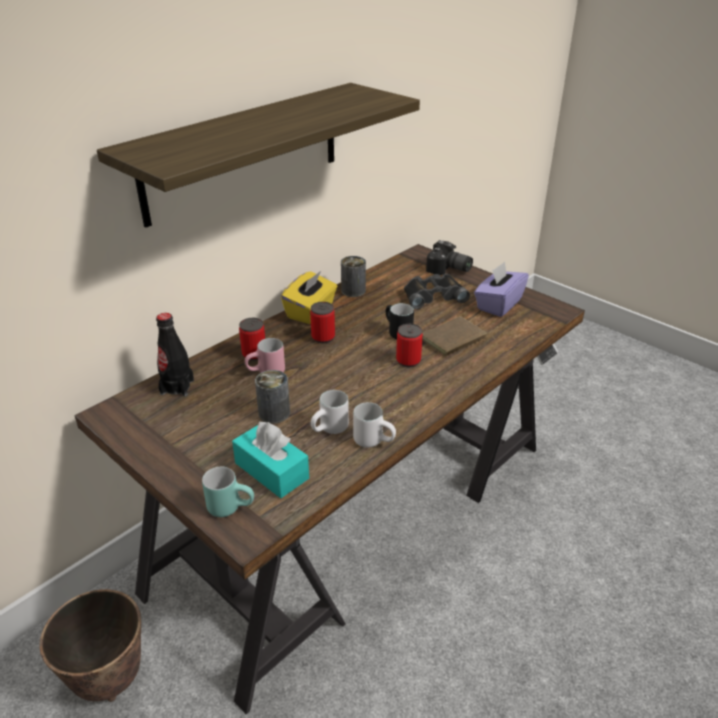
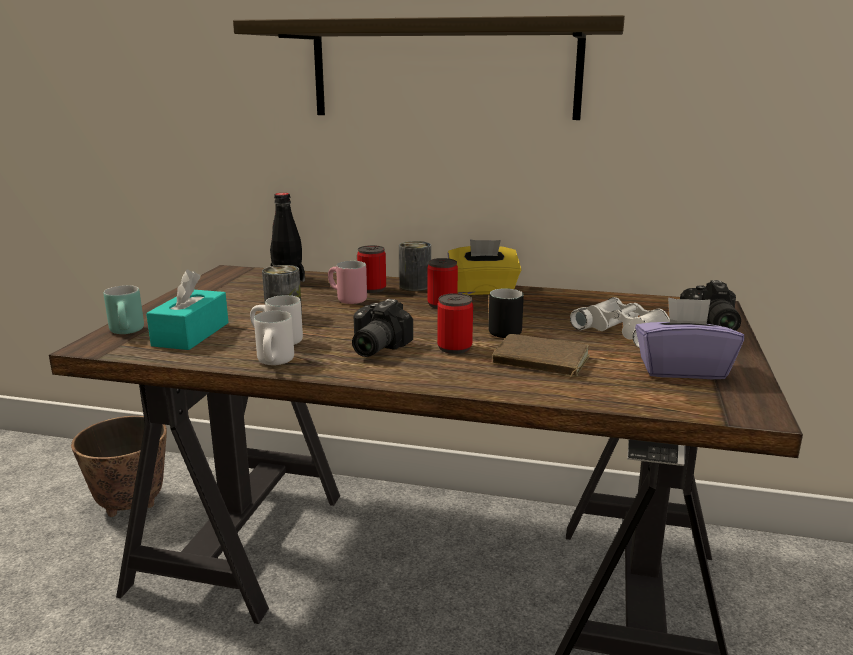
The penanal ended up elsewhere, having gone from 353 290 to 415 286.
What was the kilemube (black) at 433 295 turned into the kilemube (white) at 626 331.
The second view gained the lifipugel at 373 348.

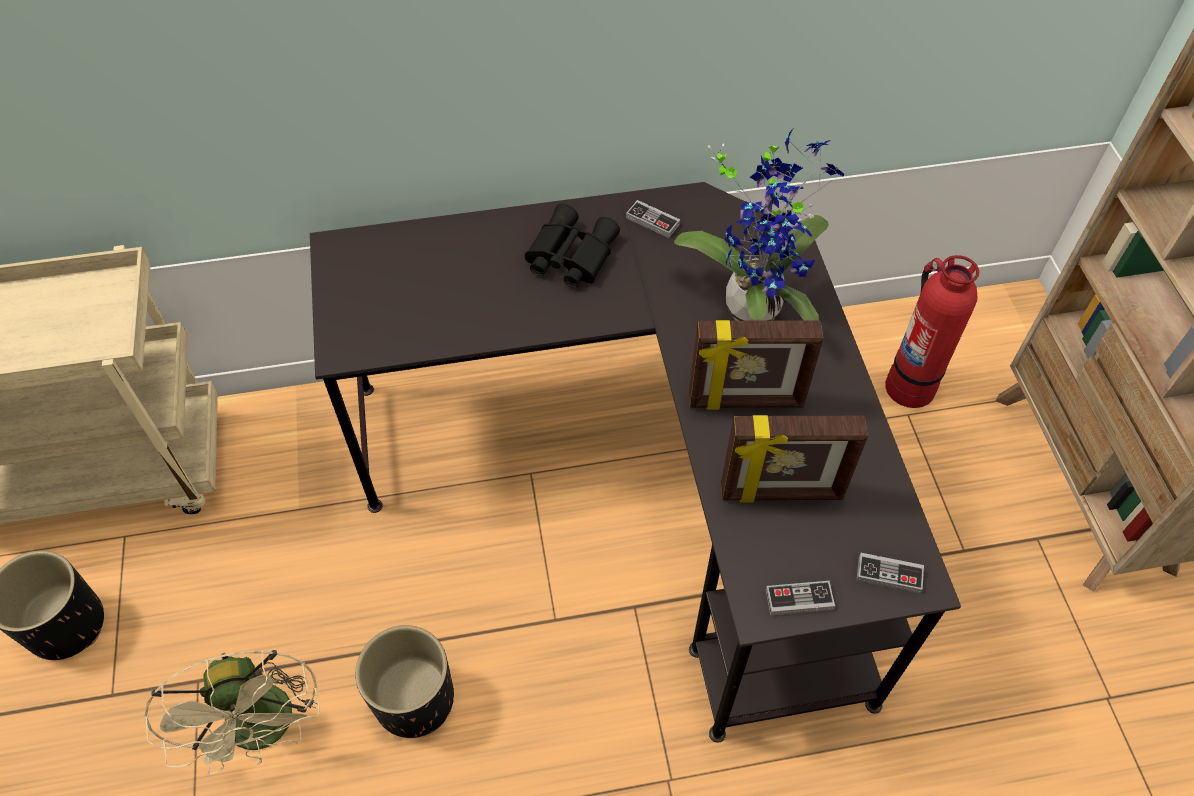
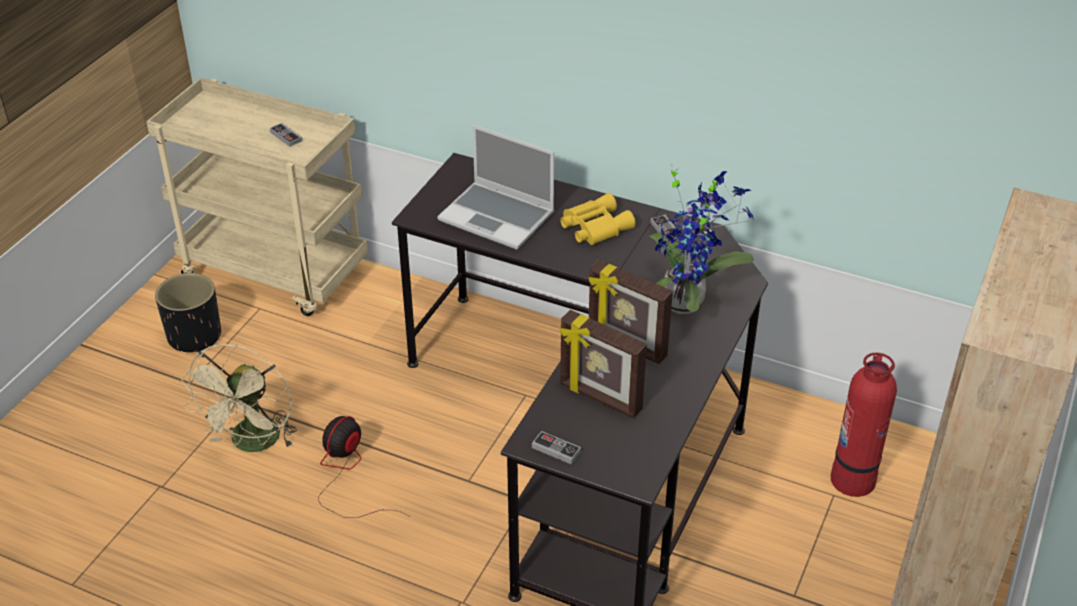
Where the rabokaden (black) stood at 414 699, the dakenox came to stand at 348 475.
What was the kilemube (black) at 569 255 turned into the kilemube (yellow) at 594 226.
The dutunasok ended up elsewhere, having gone from 889 574 to 286 136.
The second view gained the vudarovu at 498 217.

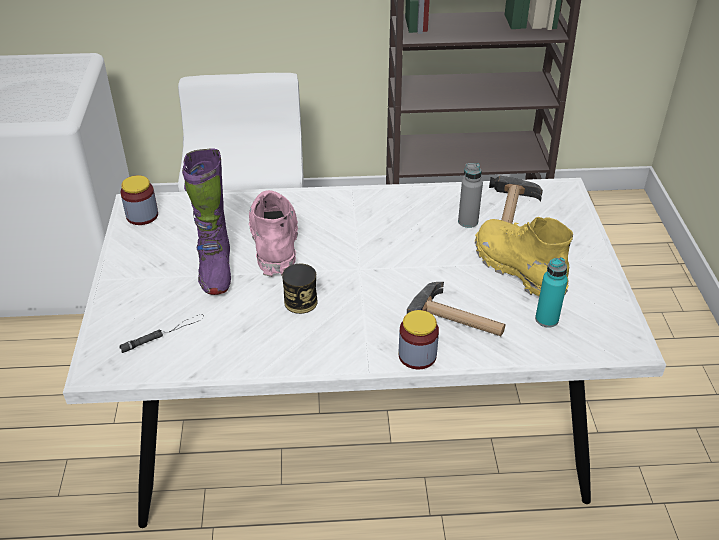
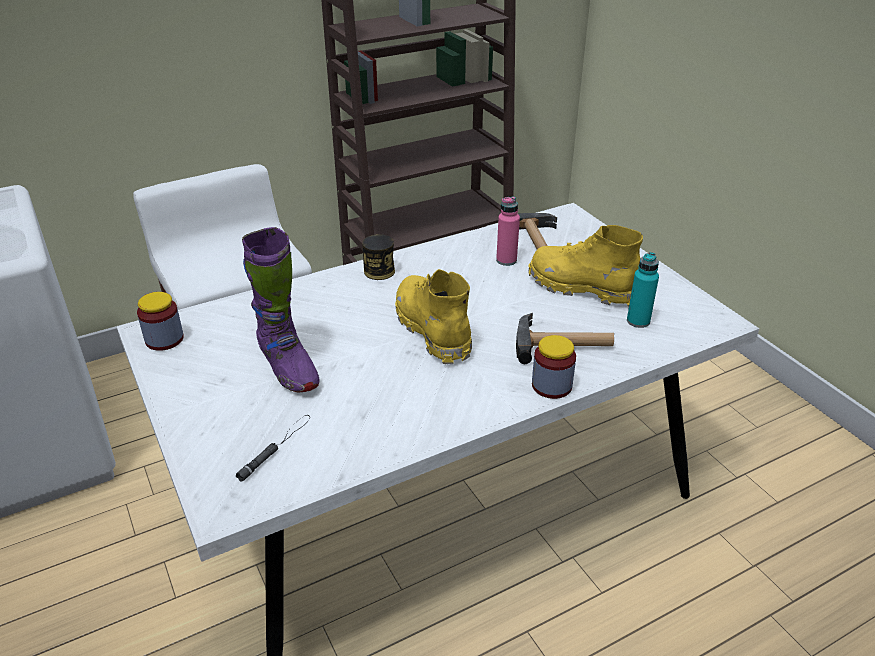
The second view lost the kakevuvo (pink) at 274 242.
The penanal ended up elsewhere, having gone from 300 302 to 379 271.
What was the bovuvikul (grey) at 468 221 turned into the bovuvikul (pink) at 506 260.
The second view gained the kakevuvo (yellow) at 433 330.

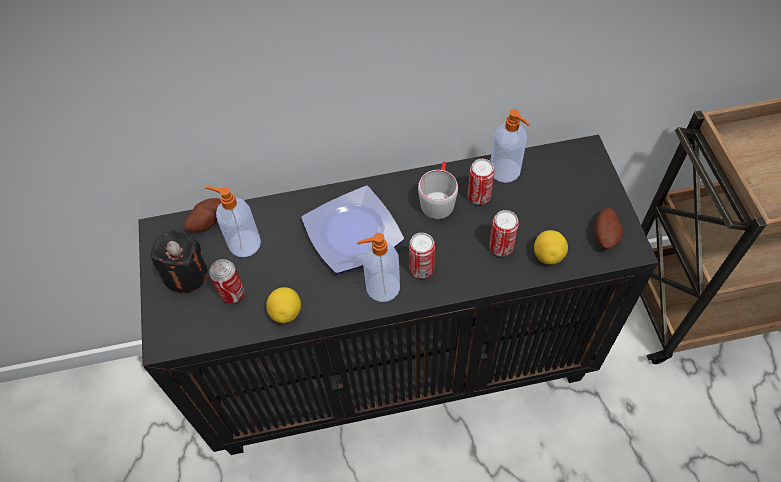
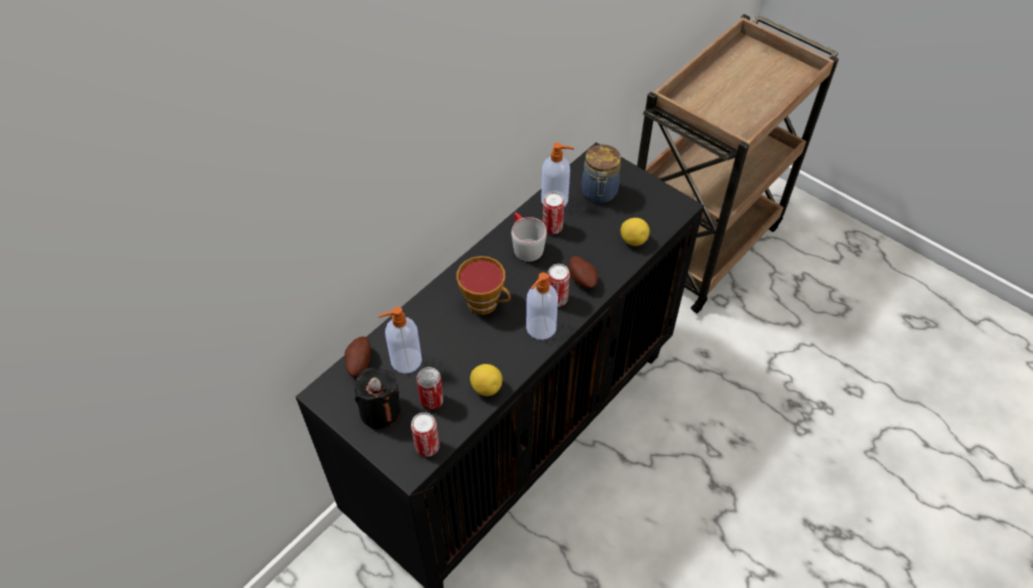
Where the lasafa stood at 355 234, the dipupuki came to stand at 486 304.
The penanal ended up elsewhere, having gone from 501 247 to 427 446.
The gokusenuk ended up elsewhere, having gone from 605 236 to 583 279.
The second view gained the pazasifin at 599 193.

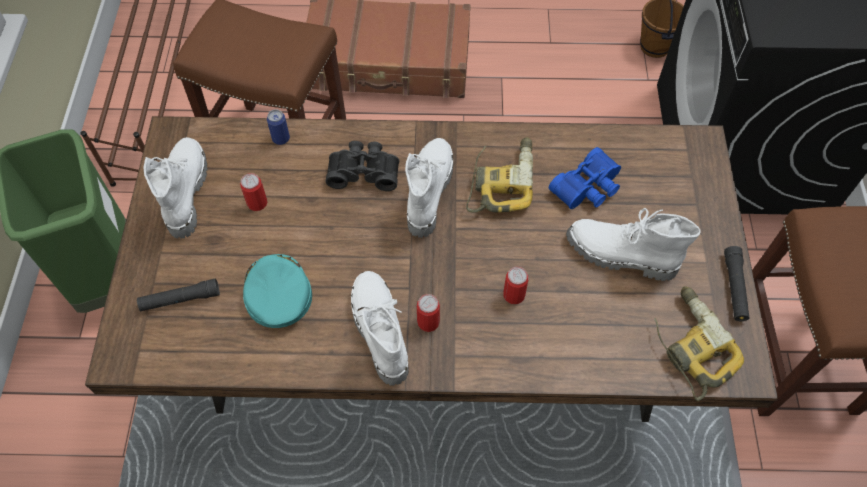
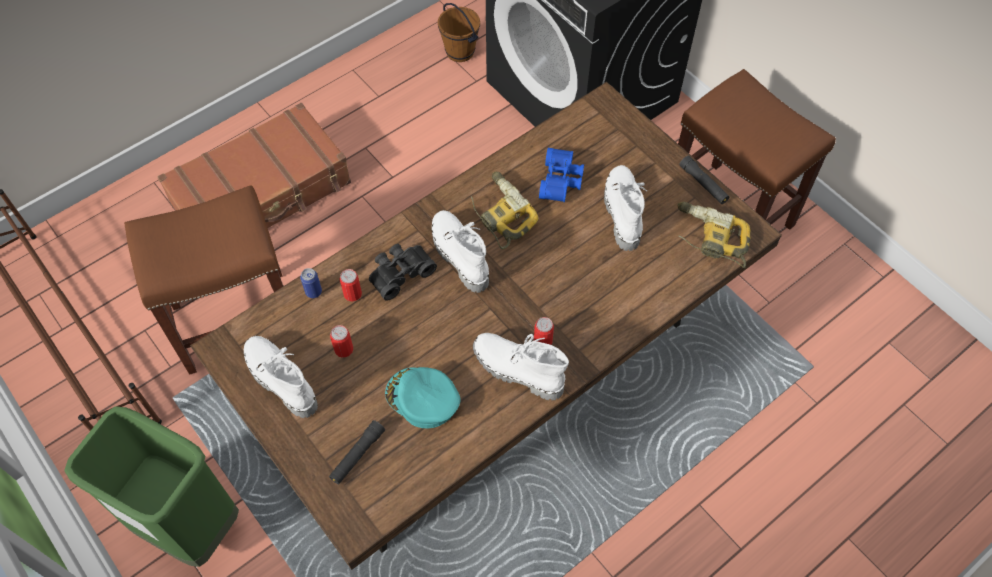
The penanal ended up elsewhere, having gone from 514 295 to 352 294.
The kakevuvo (white) at 620 256 ended up facing another way, 105 degrees clockwise from before.

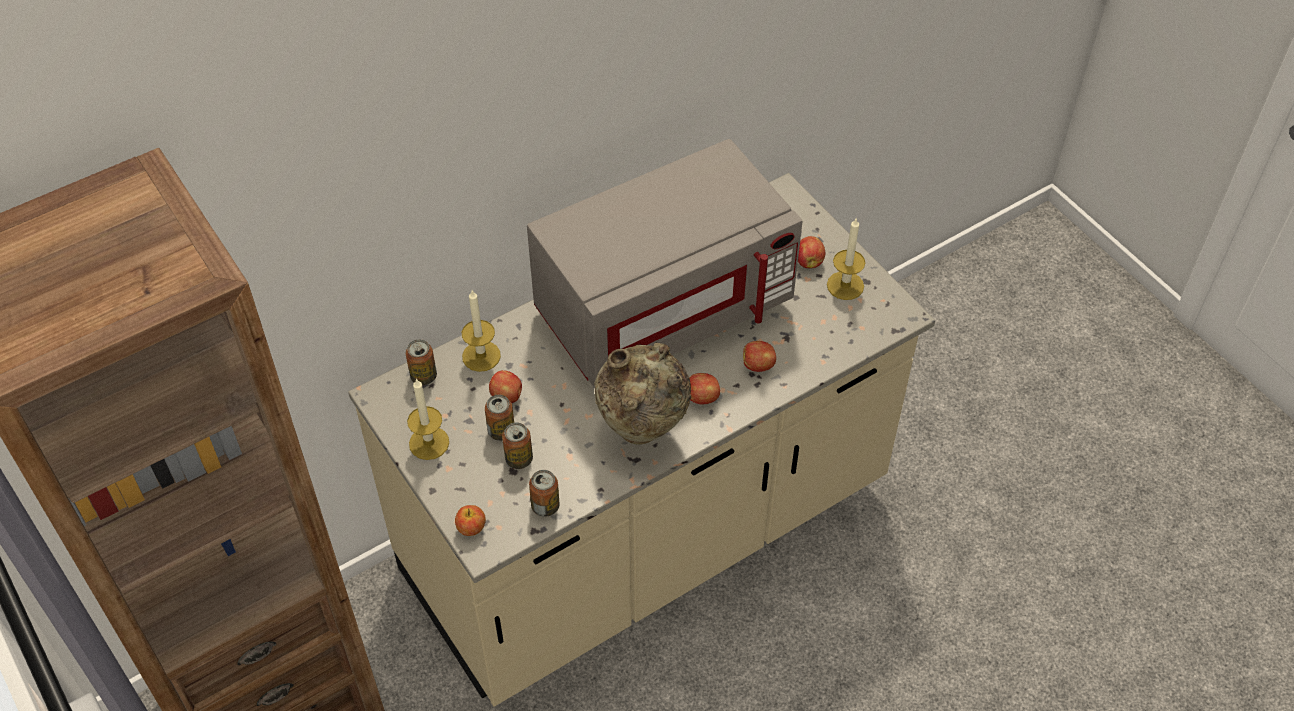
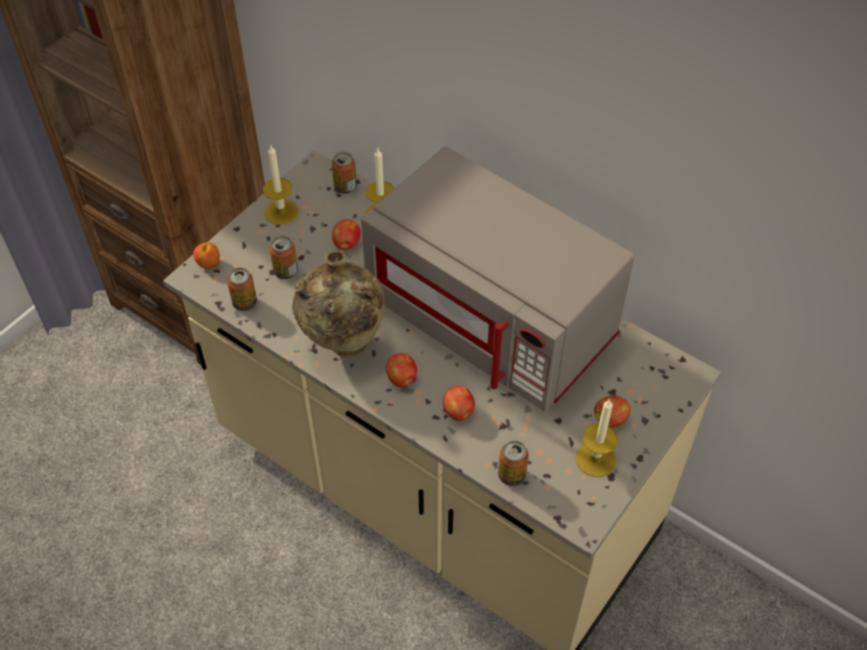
The penanal ended up elsewhere, having gone from 501 431 to 511 475.

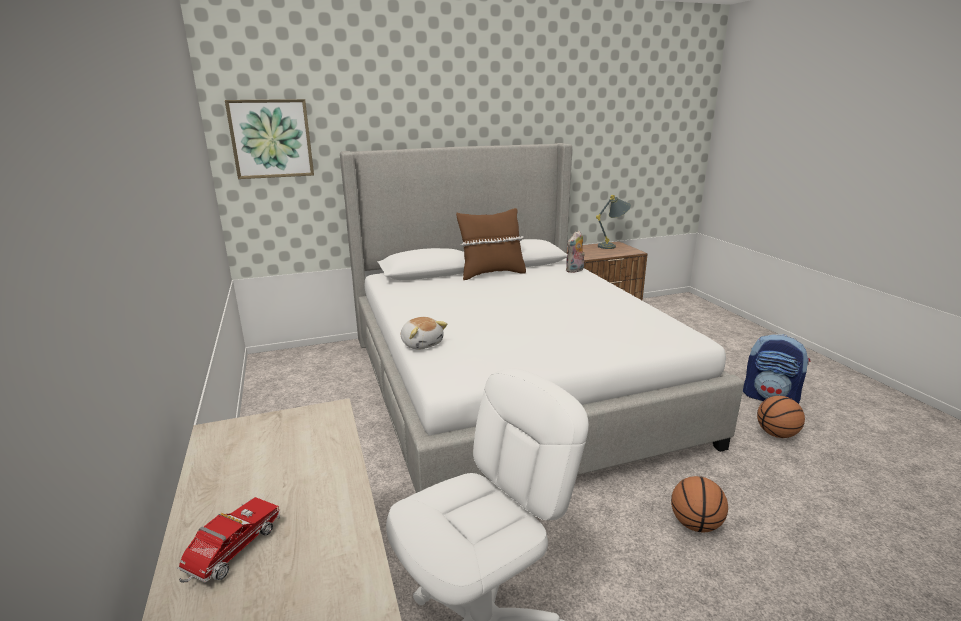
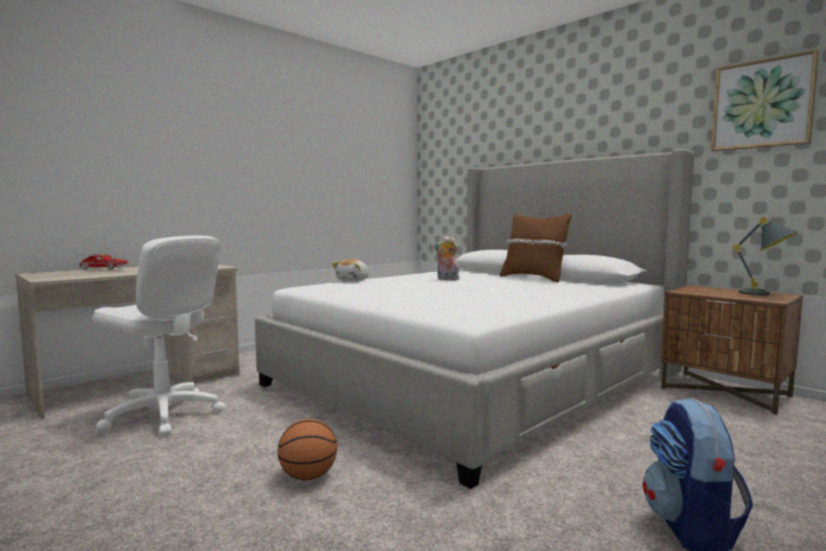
The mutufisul ended up elsewhere, having gone from 271 139 to 762 104.
The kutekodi ended up elsewhere, having gone from 575 270 to 446 279.
The second view lost the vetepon at 776 434.

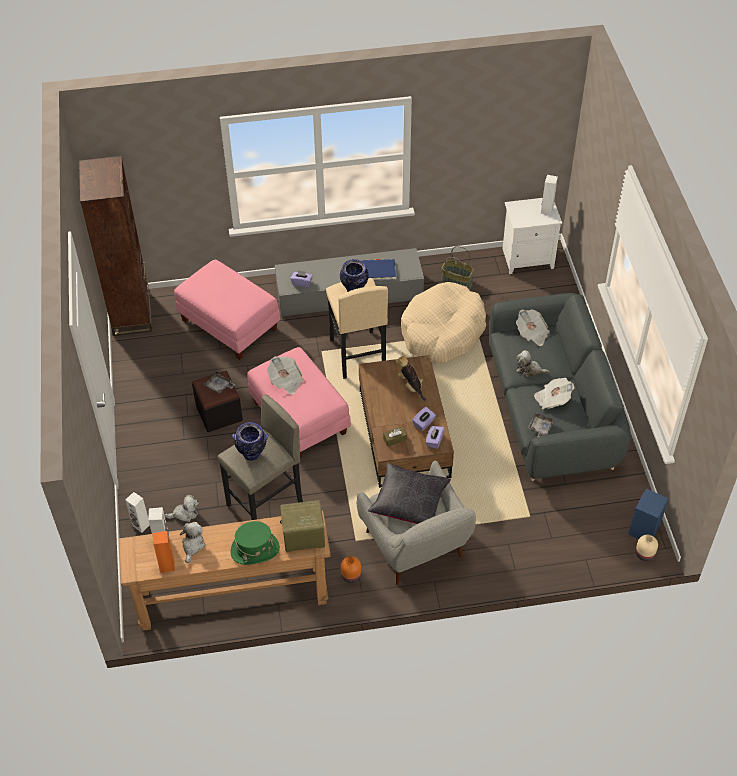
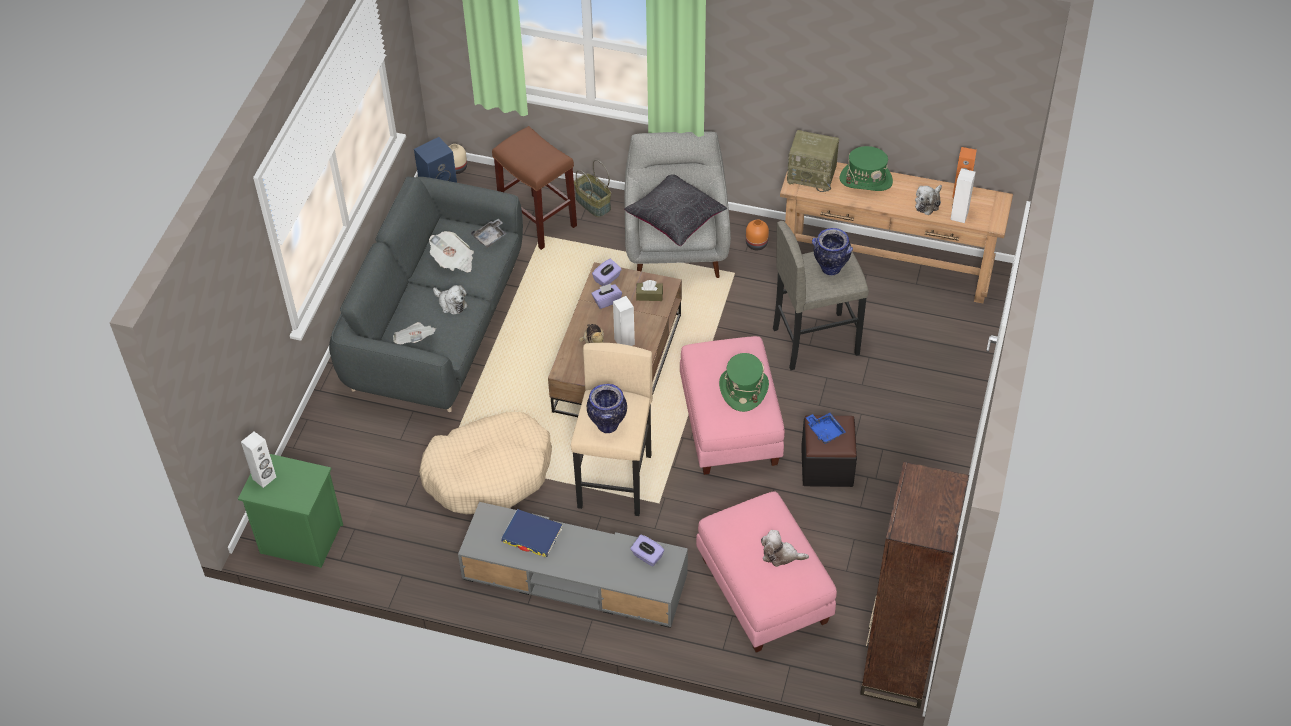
The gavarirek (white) ended up elsewhere, having gone from 141 525 to 624 341.
The kutekodi ended up elsewhere, having gone from 185 513 to 780 555.
What was the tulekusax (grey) at 219 386 turned into the tulekusax (blue) at 825 431.
Where the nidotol stood at 286 381, the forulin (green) came to stand at 743 389.
The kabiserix ended up elsewhere, having gone from 457 281 to 592 204.
What was the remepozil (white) at 528 258 turned into the remepozil (green) at 299 539.
The second view gained the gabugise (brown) at 537 221.

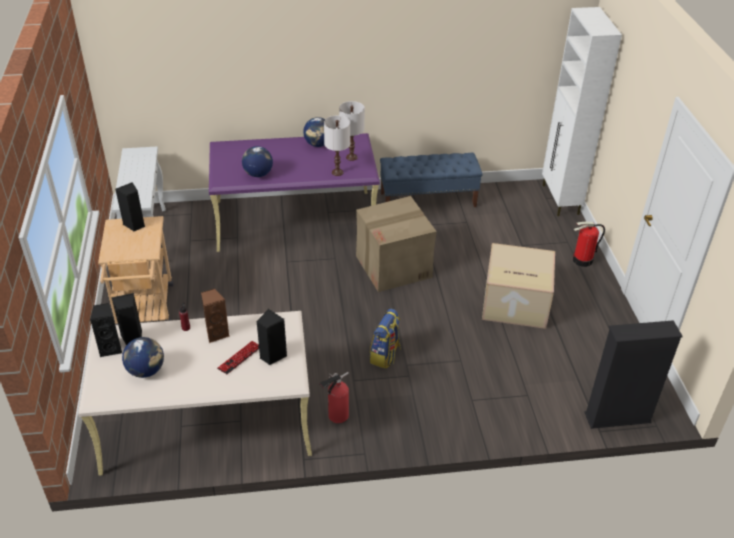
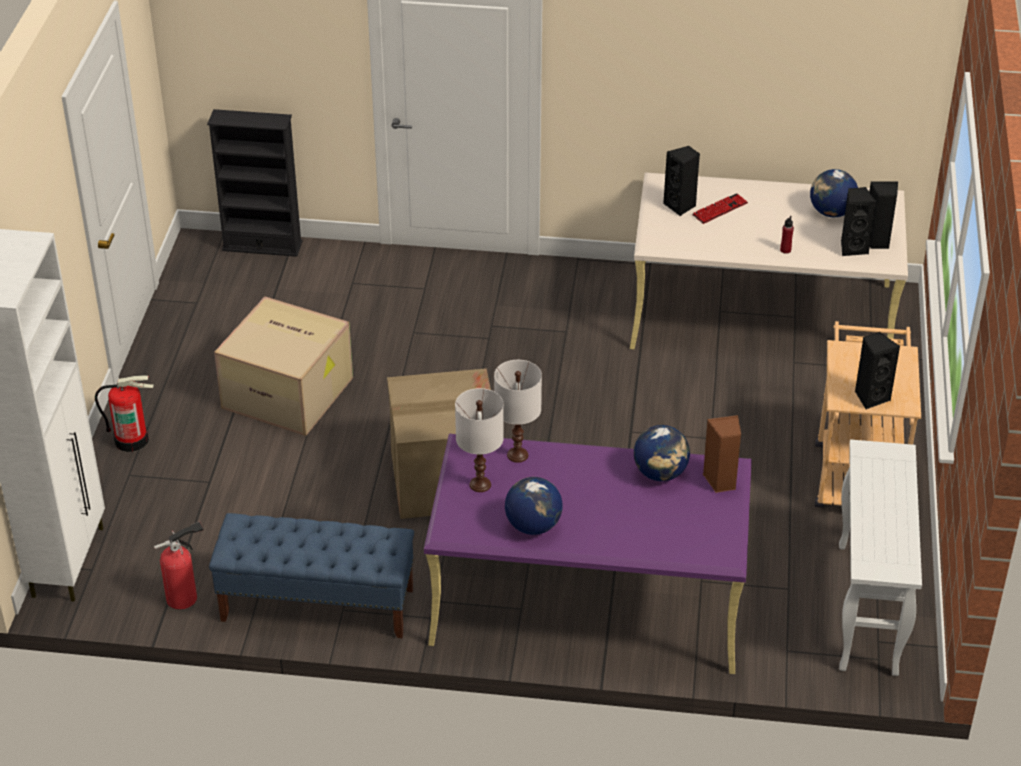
The gavarirek (brown) ended up elsewhere, having gone from 216 333 to 721 481.
The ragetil ended up elsewhere, having gone from 336 416 to 185 597.
The second view lost the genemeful at 385 356.

